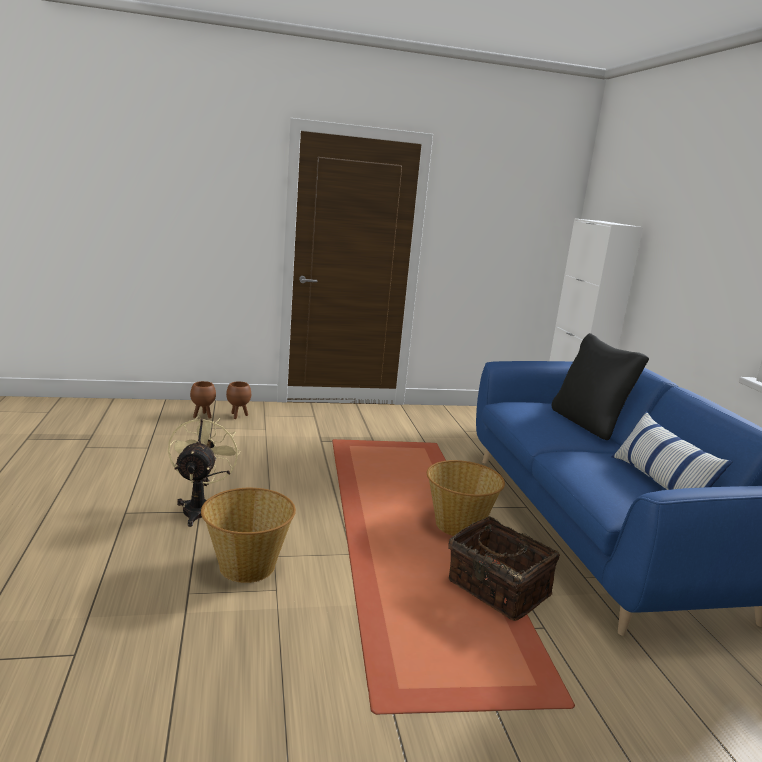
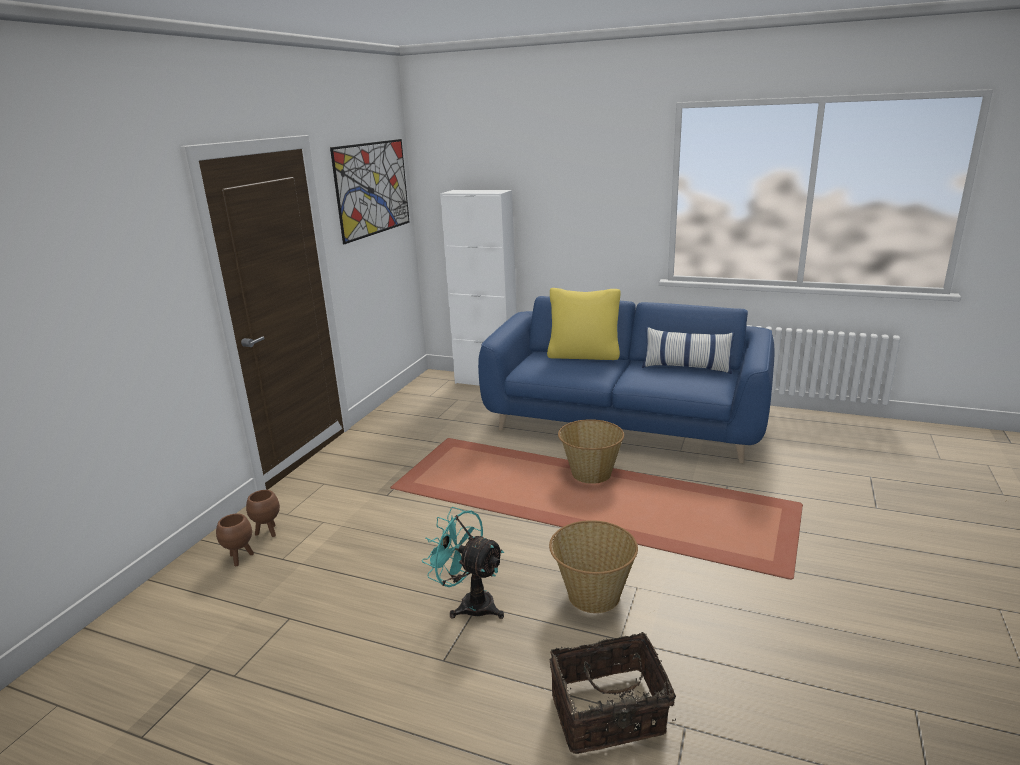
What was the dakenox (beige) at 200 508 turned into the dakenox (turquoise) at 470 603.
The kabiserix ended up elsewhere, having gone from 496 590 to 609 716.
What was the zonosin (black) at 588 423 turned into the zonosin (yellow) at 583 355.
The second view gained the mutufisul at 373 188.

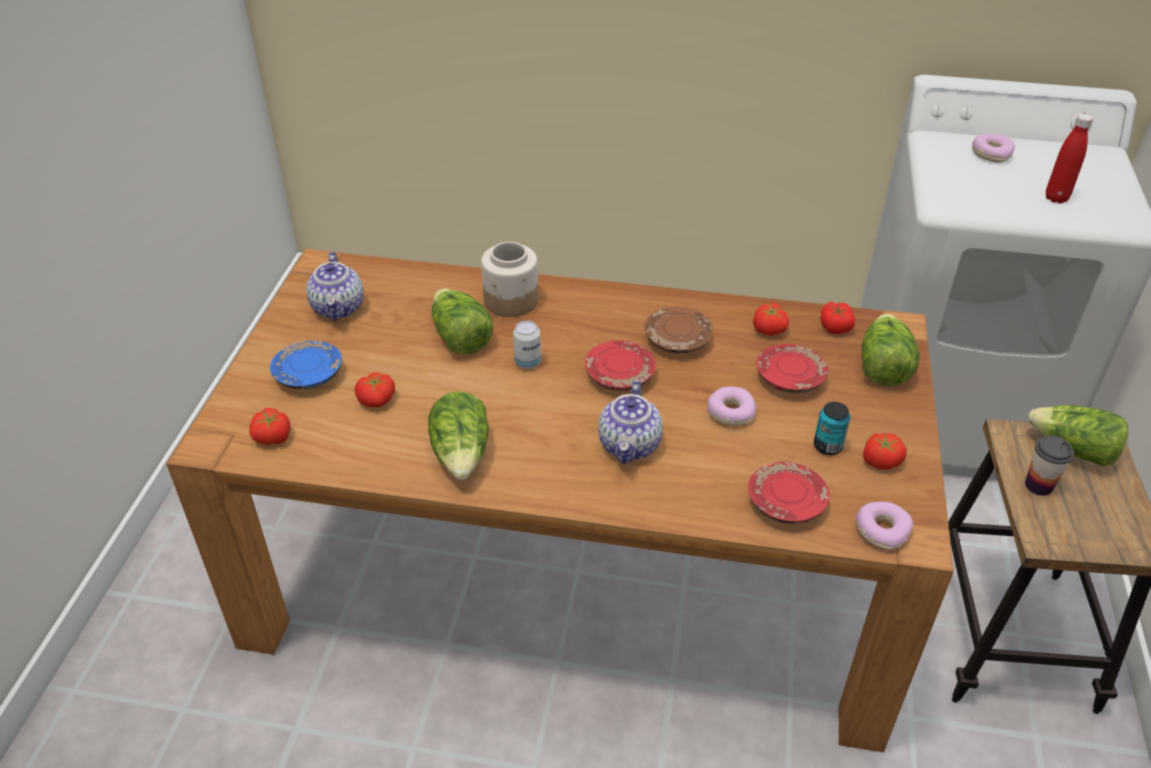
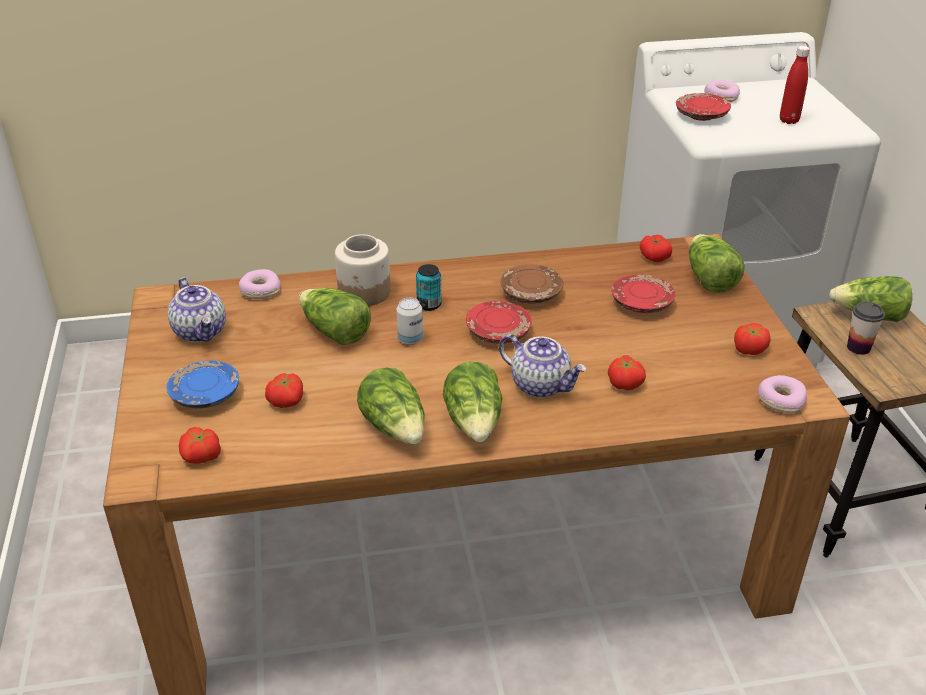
The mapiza at 630 446 ended up facing another way, 45 degrees counterclockwise from before.
The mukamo ended up elsewhere, having gone from 730 412 to 260 291.
The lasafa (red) ended up elsewhere, having gone from 785 503 to 701 115.
The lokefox ended up elsewhere, having gone from 769 329 to 625 383.
The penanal ended up elsewhere, having gone from 828 446 to 429 305.
The second view gained the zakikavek at 474 422.

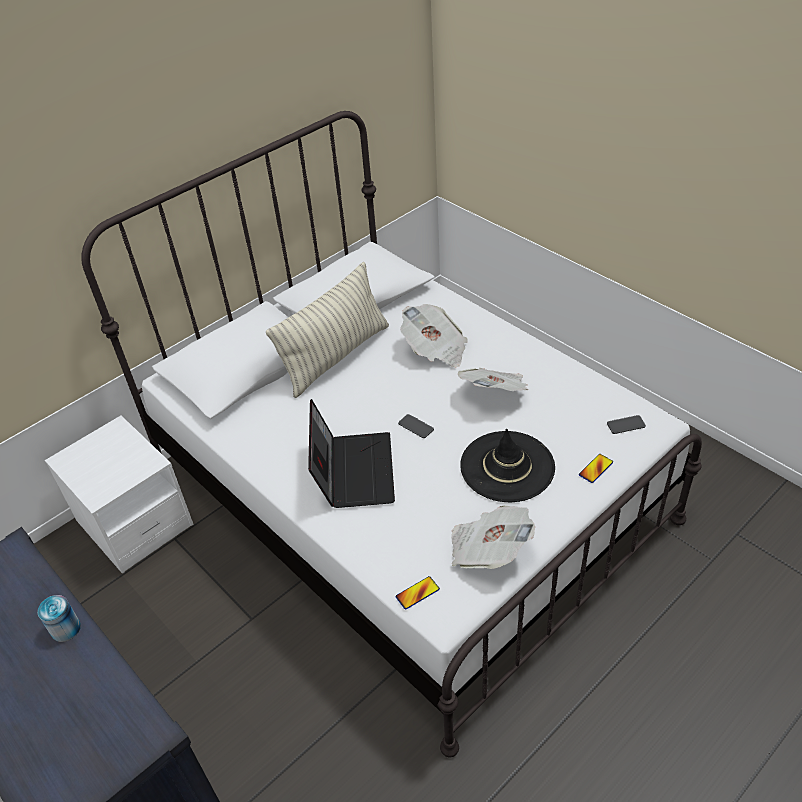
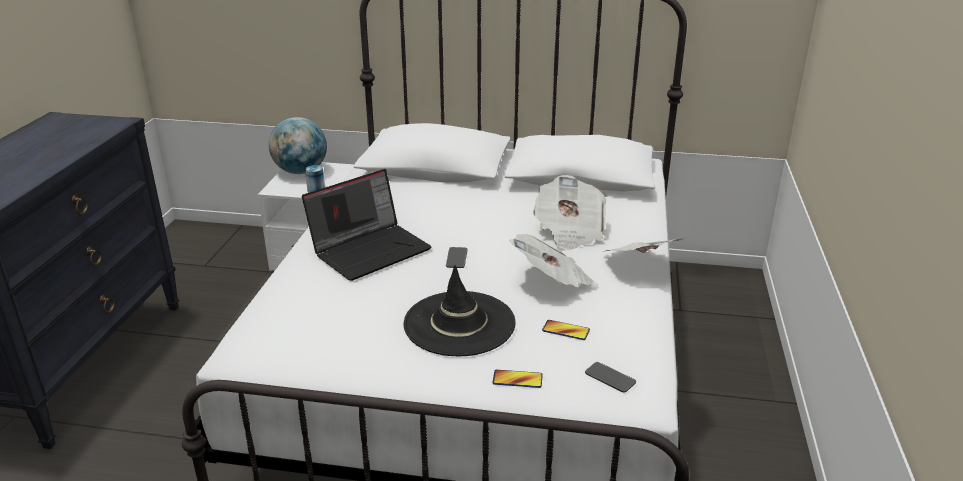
The penanal ended up elsewhere, having gone from 66 629 to 316 190.
The second view lost the zonosin at 336 356.
The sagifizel ended up elsewhere, having gone from 417 593 to 565 331.
The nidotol ended up elsewhere, having gone from 488 550 to 639 264.
The second view gained the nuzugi at 300 171.

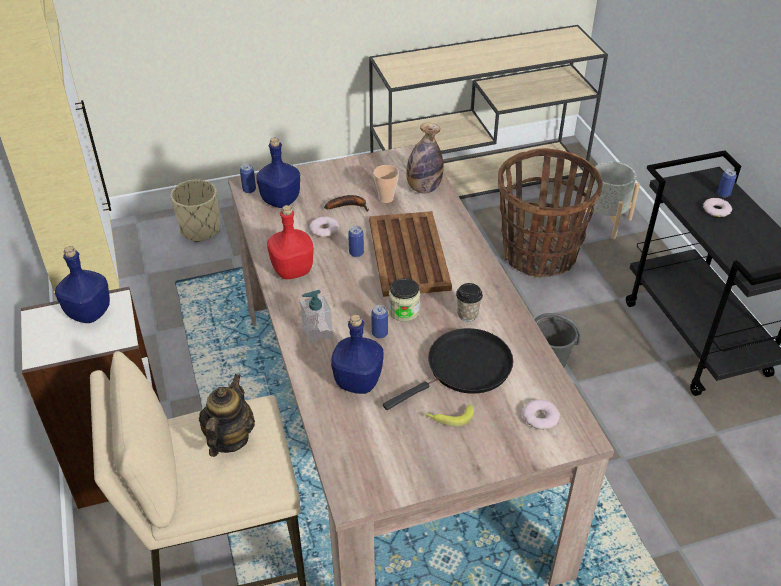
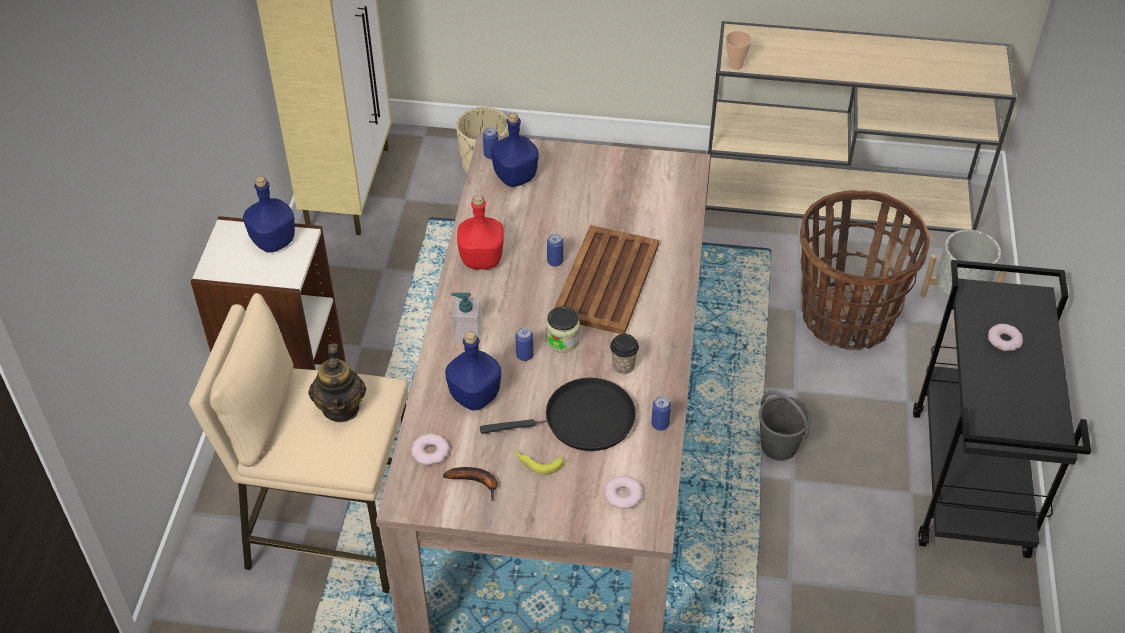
The mapiza at 229 438 ended up facing another way, 135 degrees clockwise from before.
The mukamo ended up elsewhere, having gone from 324 229 to 430 452.
The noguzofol ended up elsewhere, having gone from 349 206 to 476 482.
The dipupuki ended up elsewhere, having gone from 386 198 to 735 65.
The second view lost the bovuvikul at 423 188.
The penanal ended up elsewhere, having gone from 723 194 to 660 424.

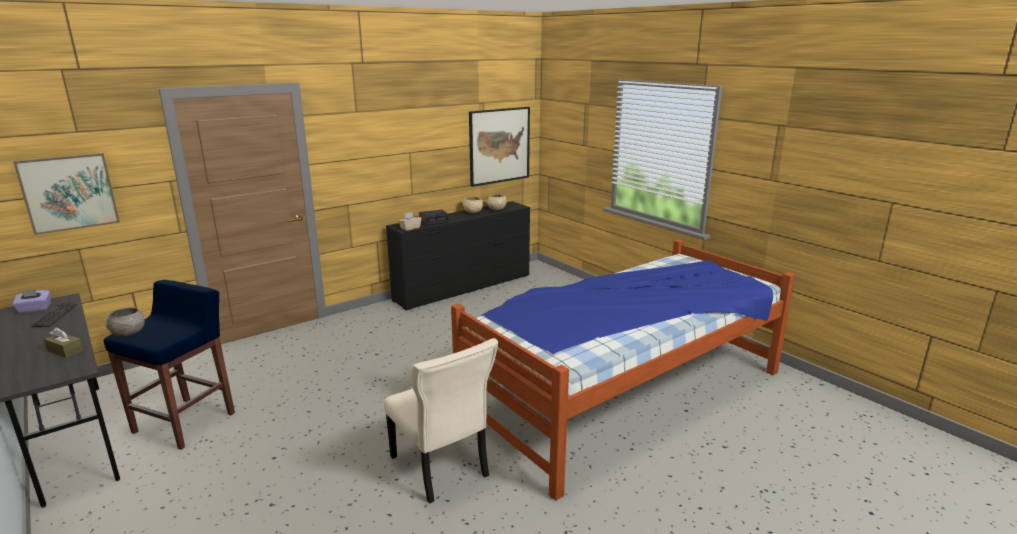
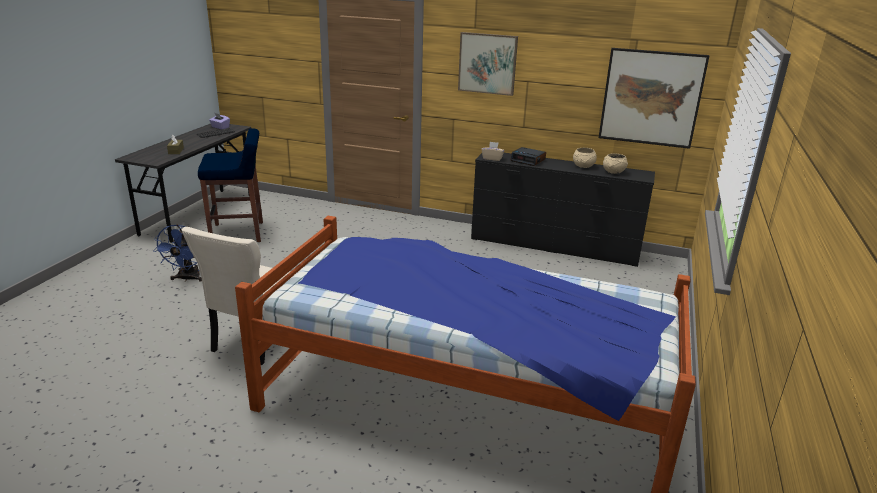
The mutufisul ended up elsewhere, having gone from 69 192 to 487 63.
The second view lost the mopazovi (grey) at 128 333.
The second view gained the dakenox (blue) at 187 279.

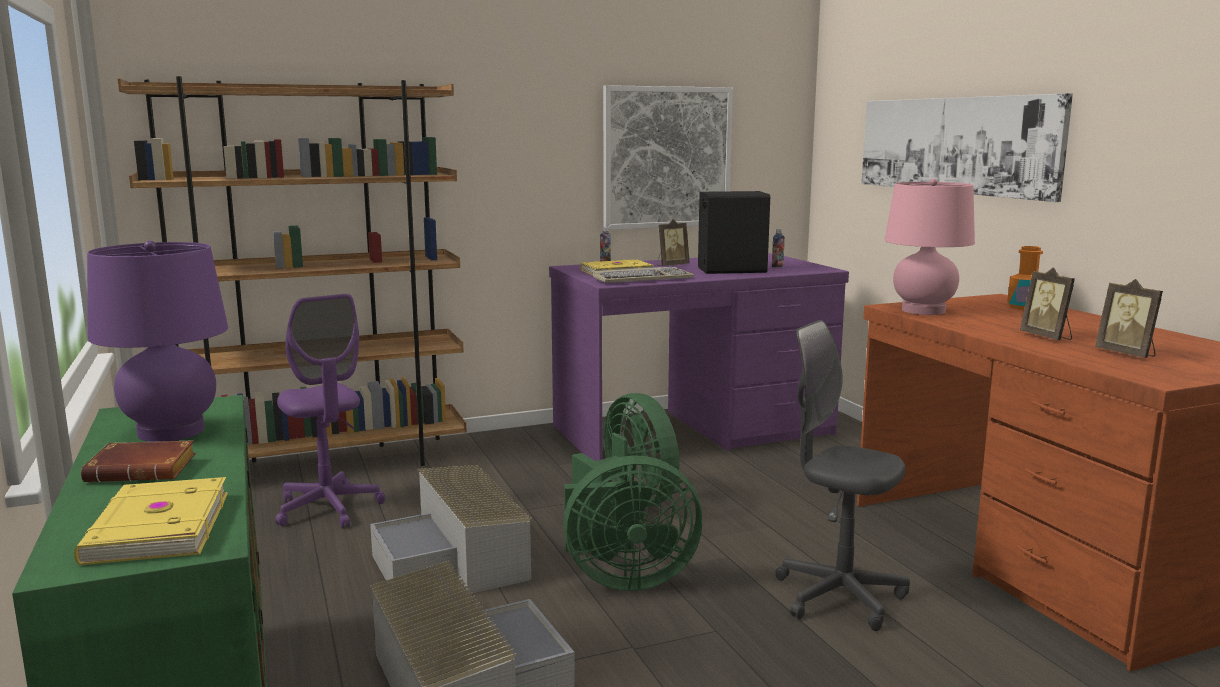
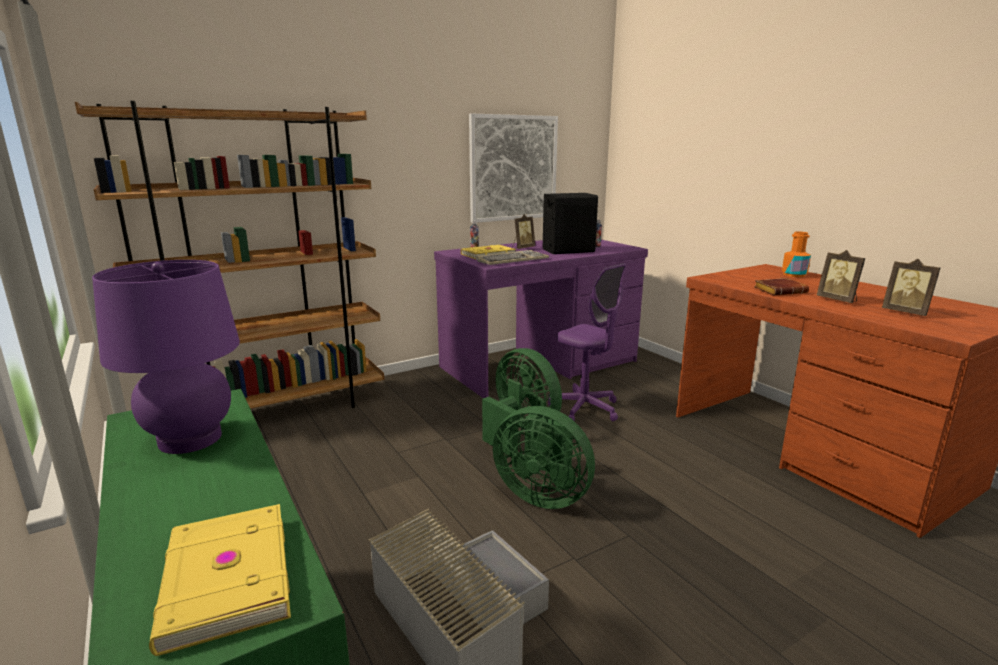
The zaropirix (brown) ended up elsewhere, having gone from 145 470 to 780 291.
The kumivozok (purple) ended up elsewhere, having gone from 328 508 to 585 409.
The second view lost the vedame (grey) at 455 559.
The dakenox (green) at 625 578 ended up facing another way, 45 degrees clockwise from before.
The second view lost the kumivozok (grey) at 839 597.
The second view lost the mutufisul at 954 145.
The second view lost the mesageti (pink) at 923 310.

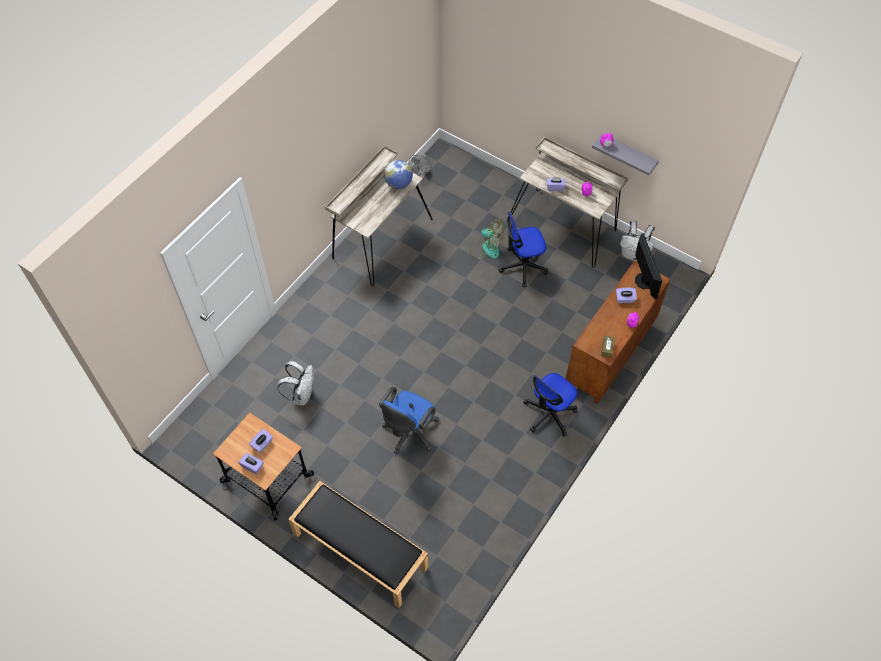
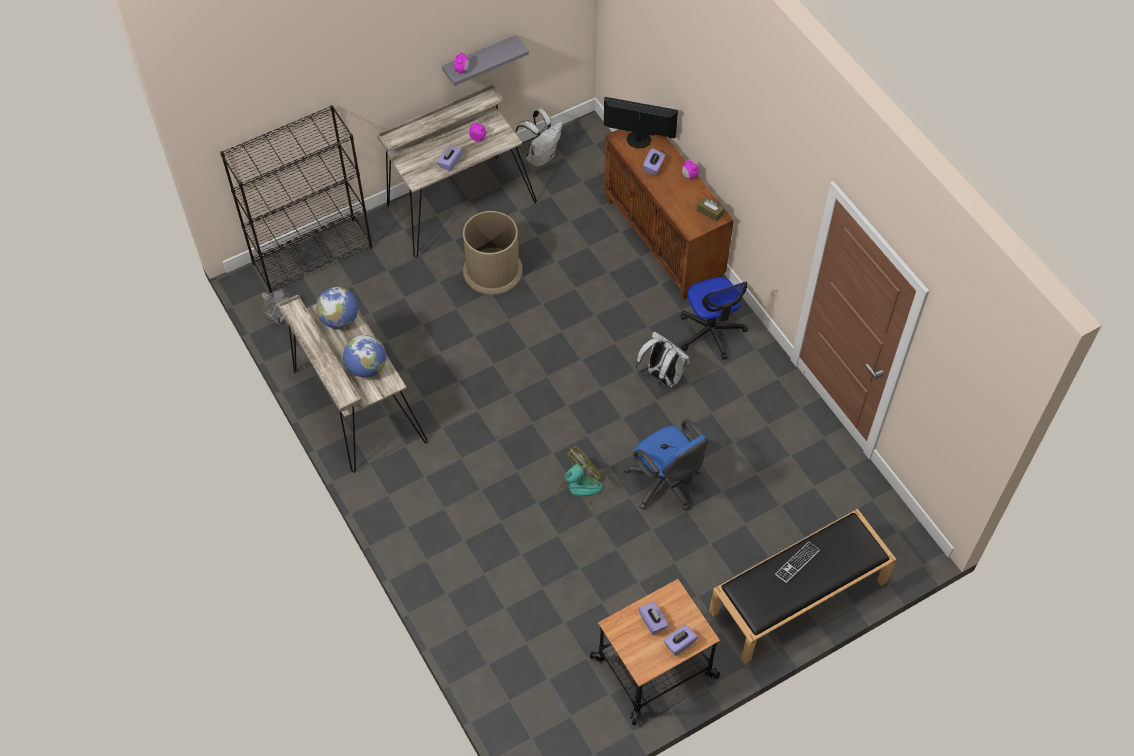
The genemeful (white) ended up elsewhere, having gone from 301 395 to 662 376.
The dakenox ended up elsewhere, having gone from 486 247 to 578 491.
Where the kumivozok stood at 522 266, the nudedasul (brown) came to stand at 492 270.
The second view gained the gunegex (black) at 313 255.
The second view gained the nuzugi at 367 367.
The second view gained the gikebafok at 797 562.

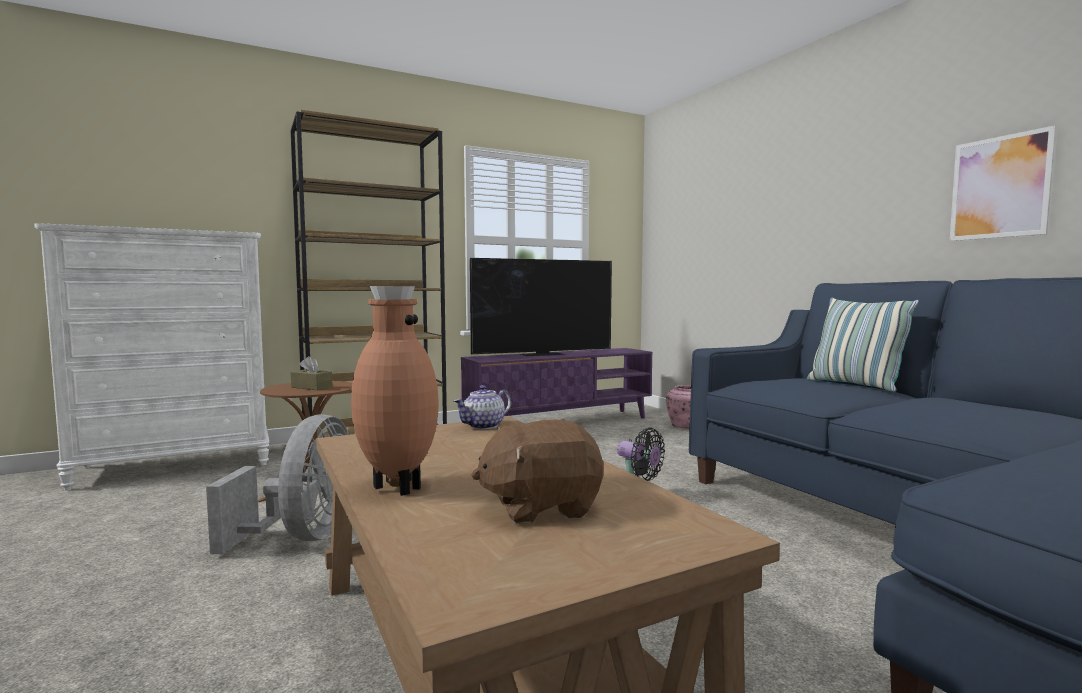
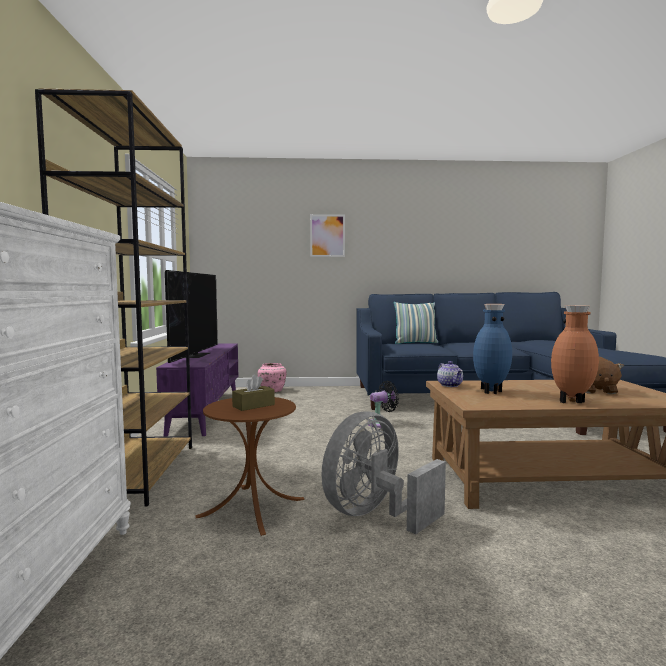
The dakenox (grey) at 303 537 ended up facing another way, 75 degrees counterclockwise from before.
The mutufisul ended up elsewhere, having gone from 999 187 to 327 235.
The second view gained the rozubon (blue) at 490 391.

